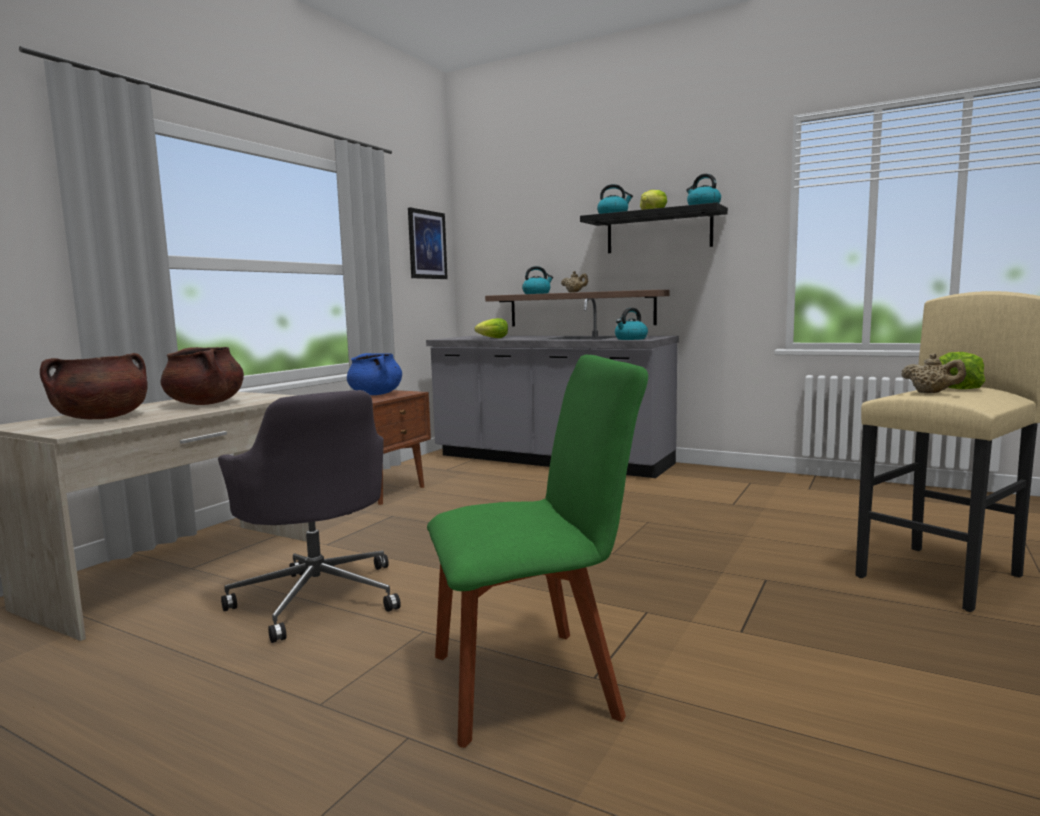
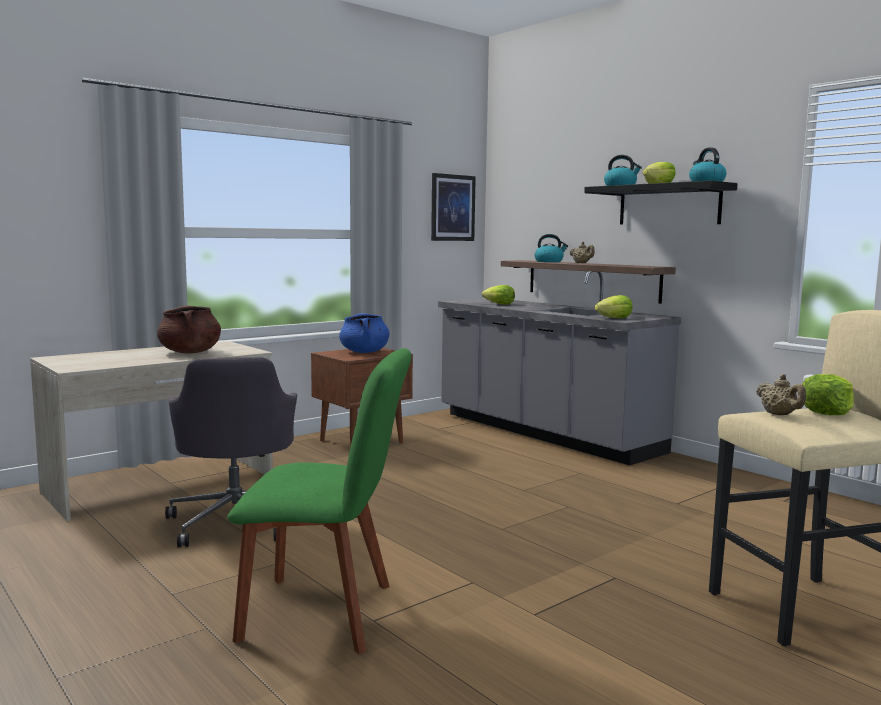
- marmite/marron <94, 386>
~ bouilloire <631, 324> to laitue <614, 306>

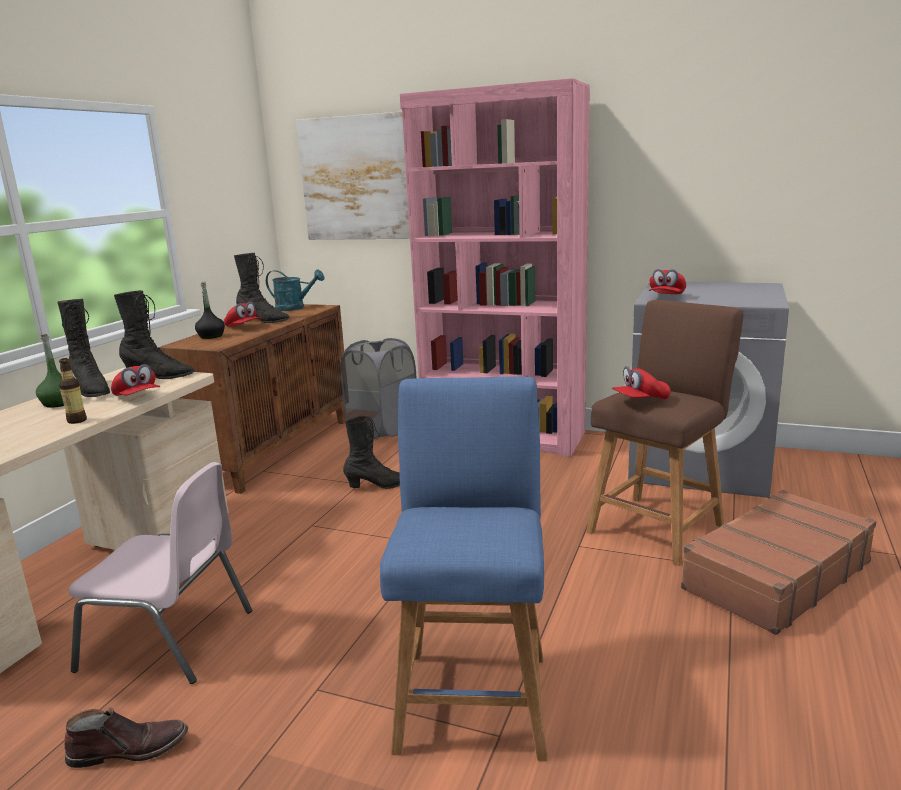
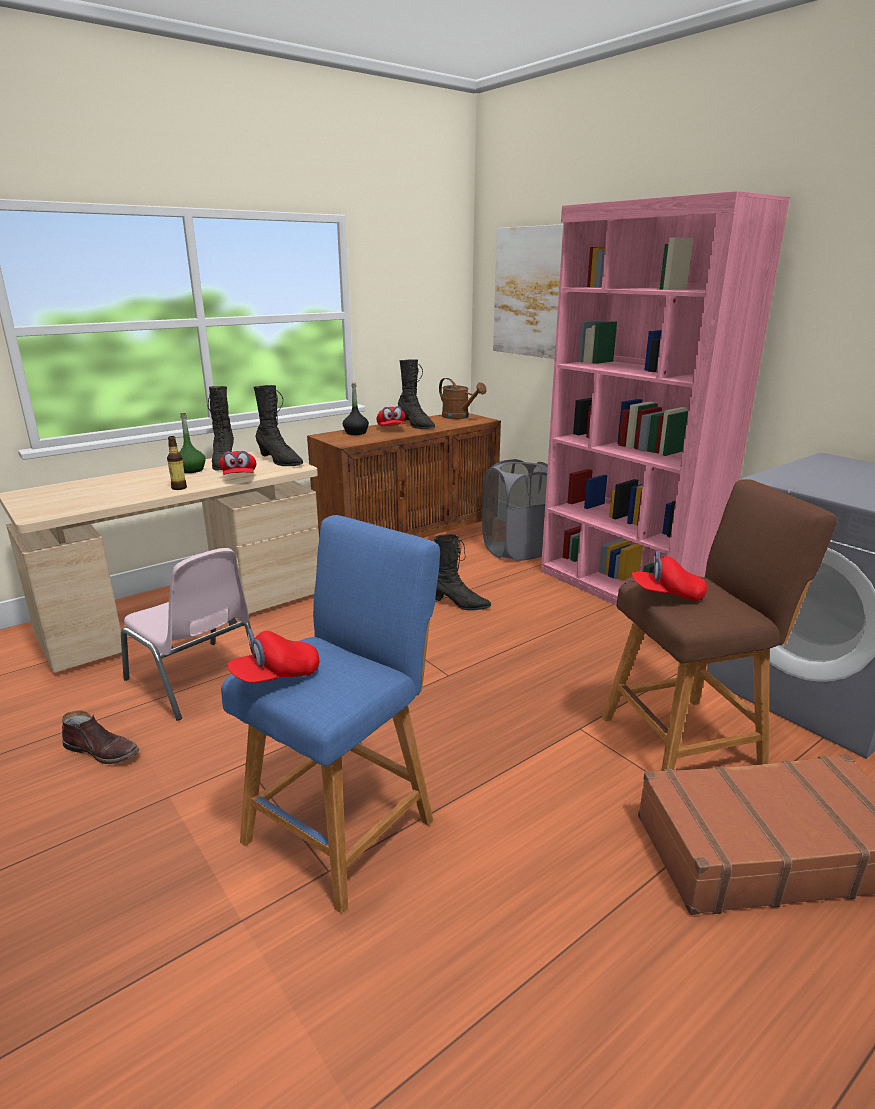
~ arrosoir/turquoise <295, 290> to arrosoir/marron <463, 398>
~ casquette/rouge <667, 281> to <273, 656>

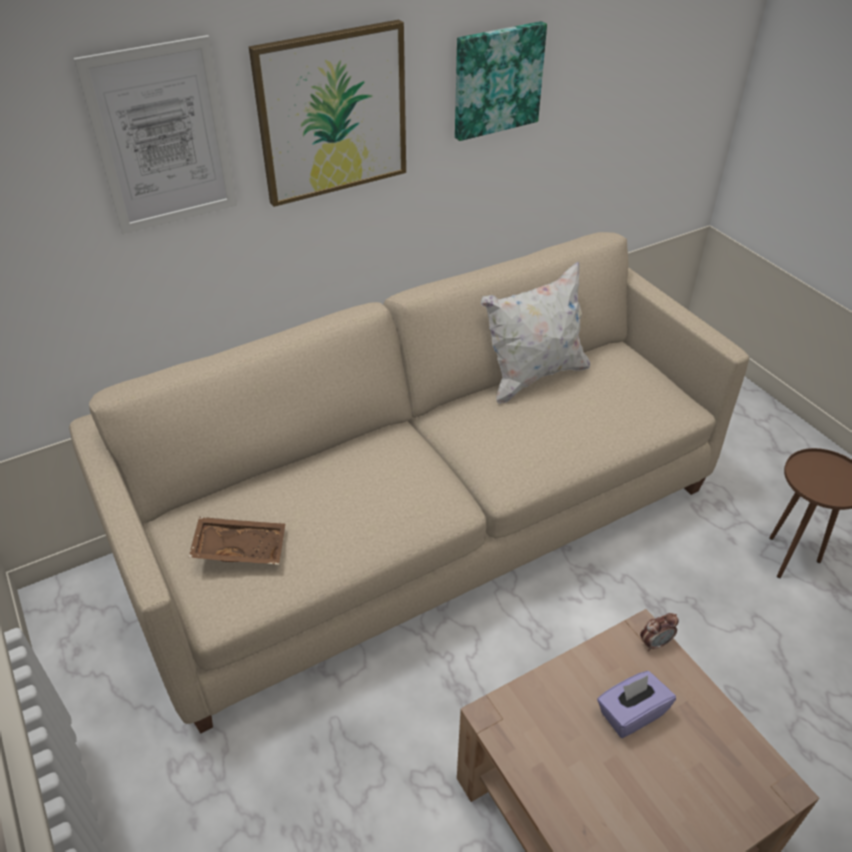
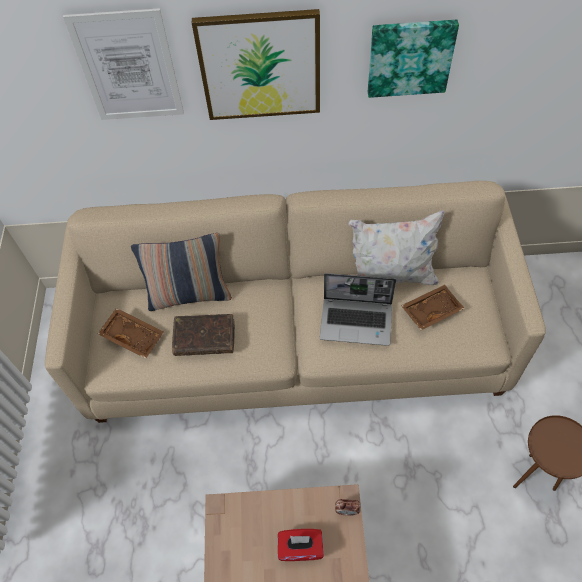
~ boîte à mouchoirs/violet <636, 704> to boîte à mouchoirs/rouge <301, 545>
+ coussin <181, 272>
+ livre/marron <203, 335>
+ ordinateur portable <358, 309>
+ plateau/marron <433, 307>

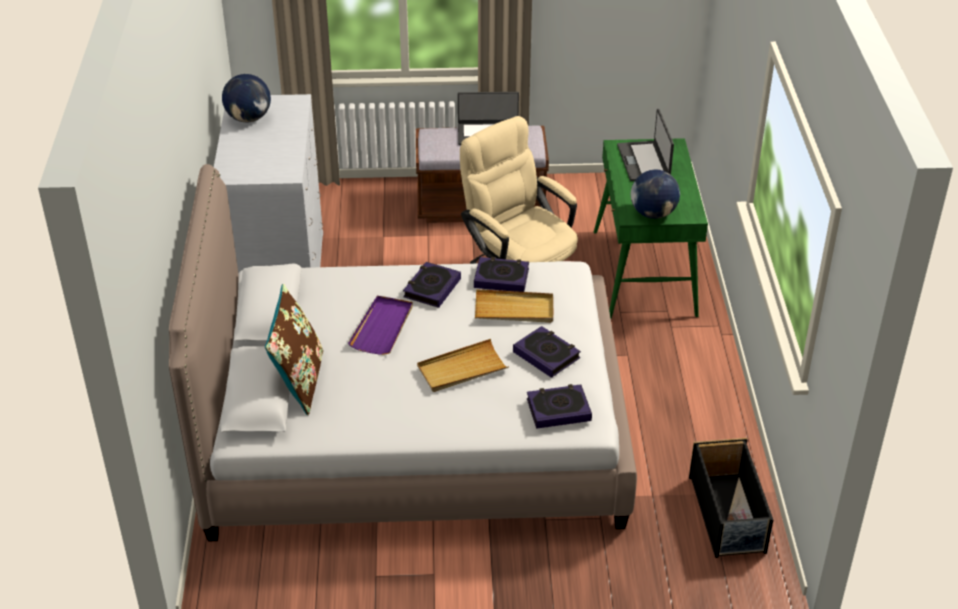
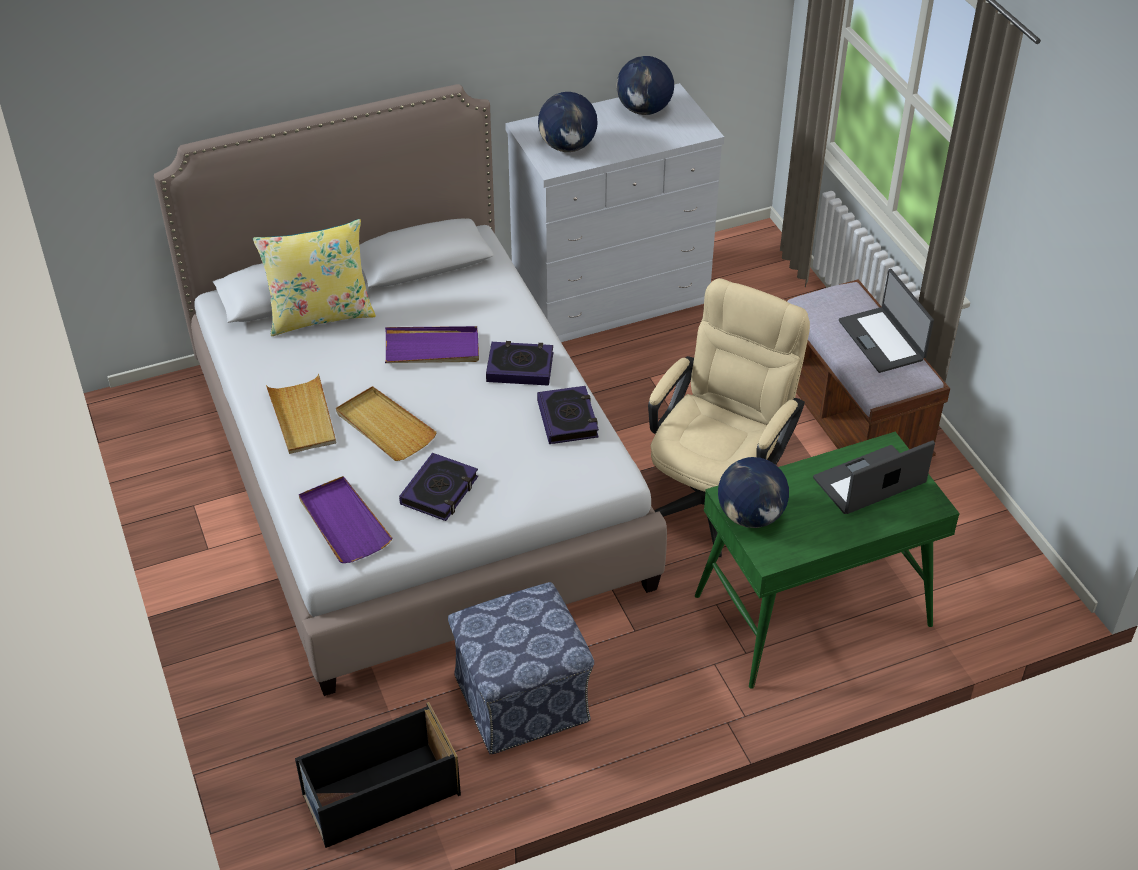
~ coussin/marron <294, 349> to coussin/jaune <314, 277>
~ plateau/beige <514, 306> to <301, 414>
~ livre <559, 406> to plateau/violet <345, 519>
+ pouf <521, 668>
+ globe <568, 122>

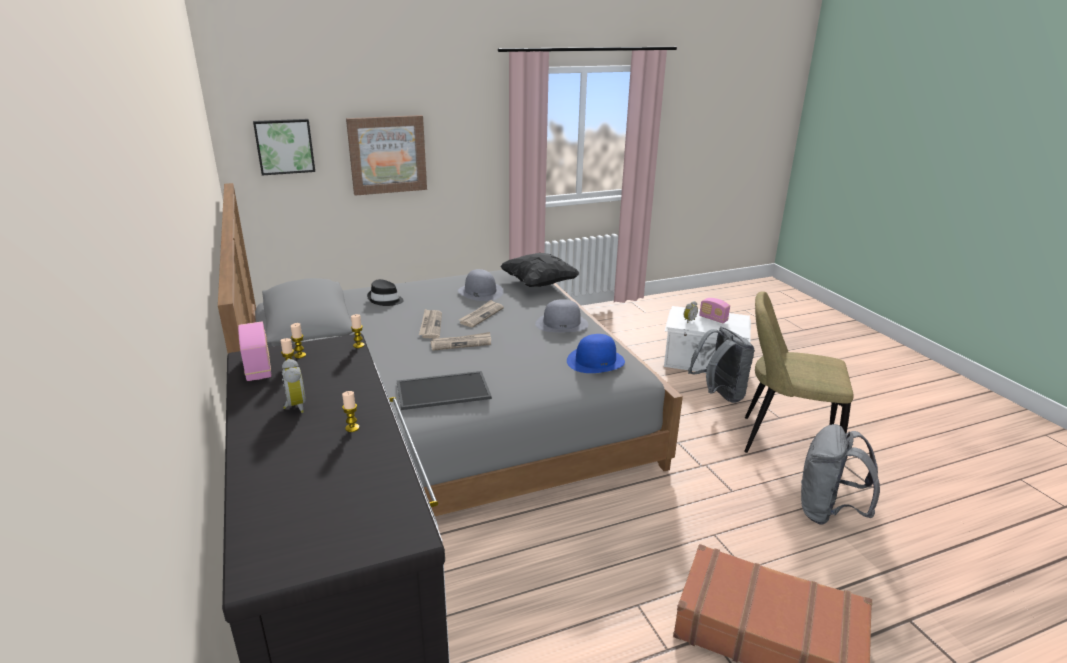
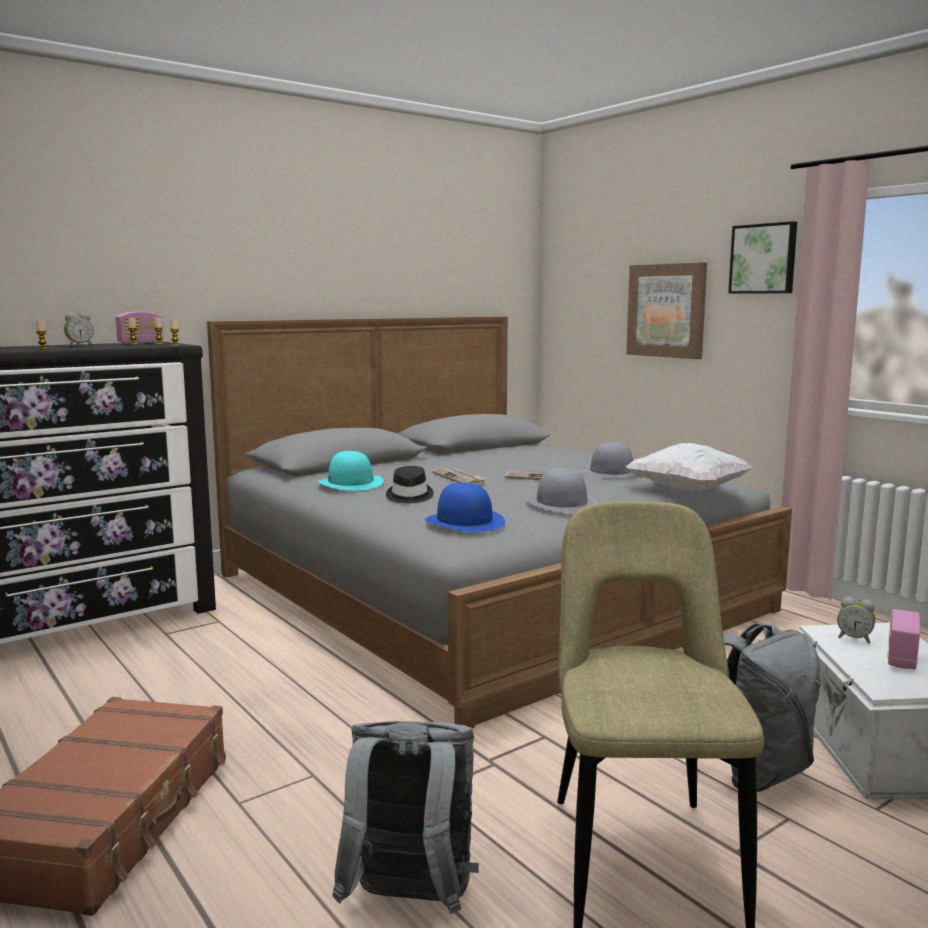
~ tableau <284, 147> to <762, 257>
~ chapeau/noir <385, 292> to <409, 484>
~ plateau <444, 390> to chapeau/turquoise <351, 471>
- journal <430, 323>
~ coussin/noir <539, 270> to coussin/blanc <689, 467>

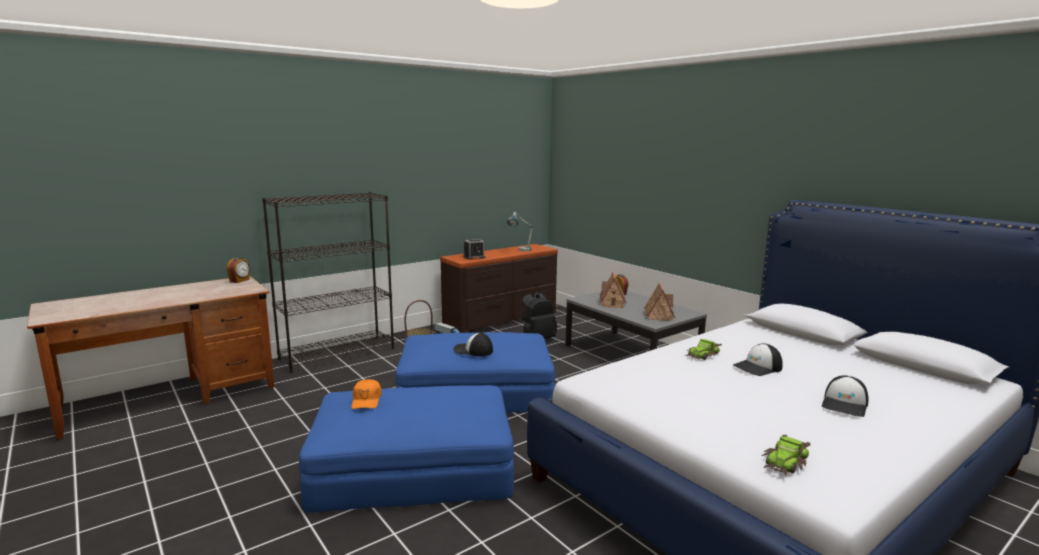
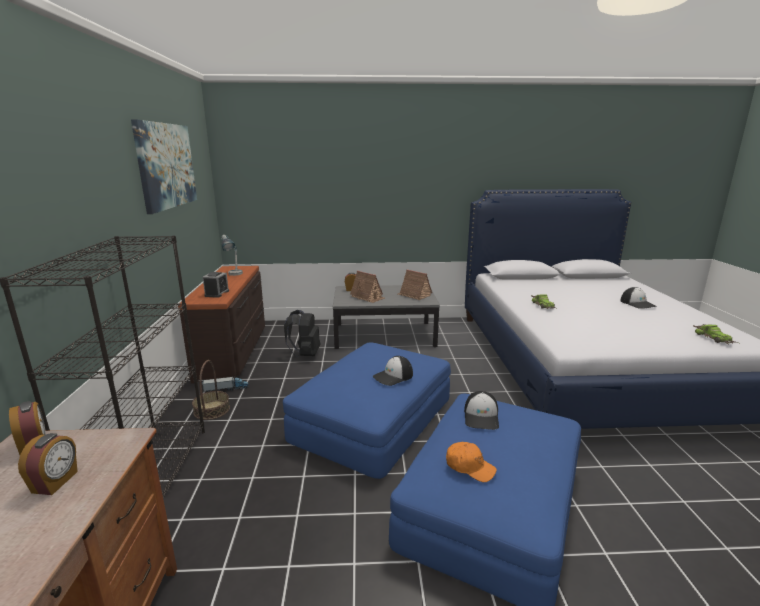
~ casquette <758, 359> to <481, 410>
+ réveil <48, 464>
+ tableau <164, 166>

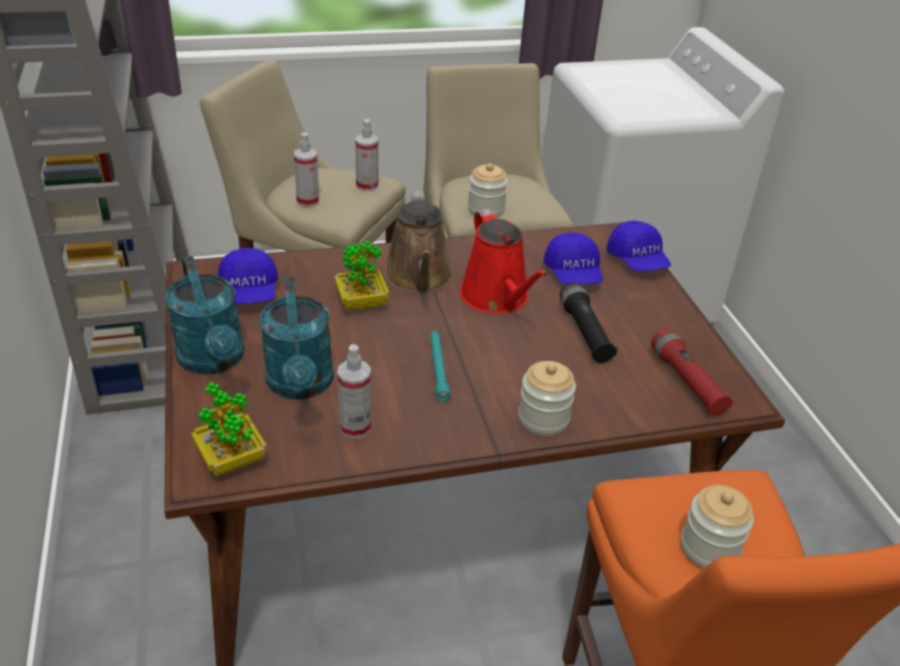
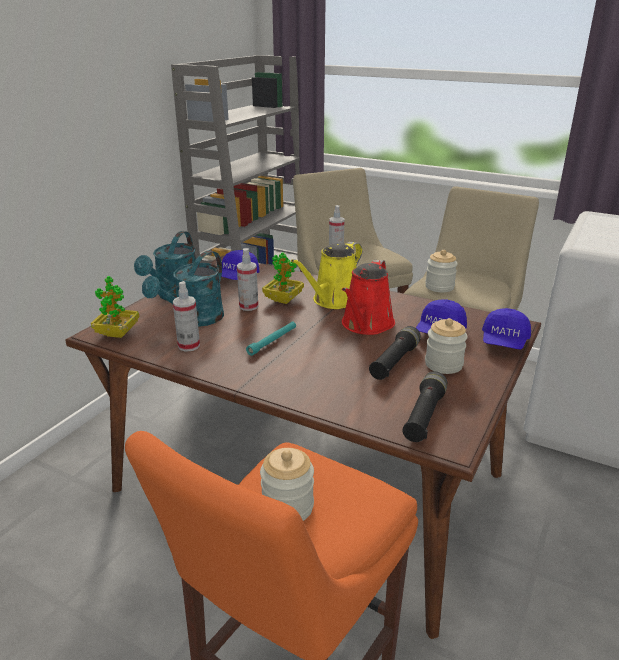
~ vaporisateur <366, 155> to <247, 279>
~ arrosoir/marron <418, 242> to arrosoir/jaune <326, 275>
~ bocal <547, 398> to <446, 346>
~ lampe de poche/rouge <692, 372> to lampe de poche/noir <424, 406>

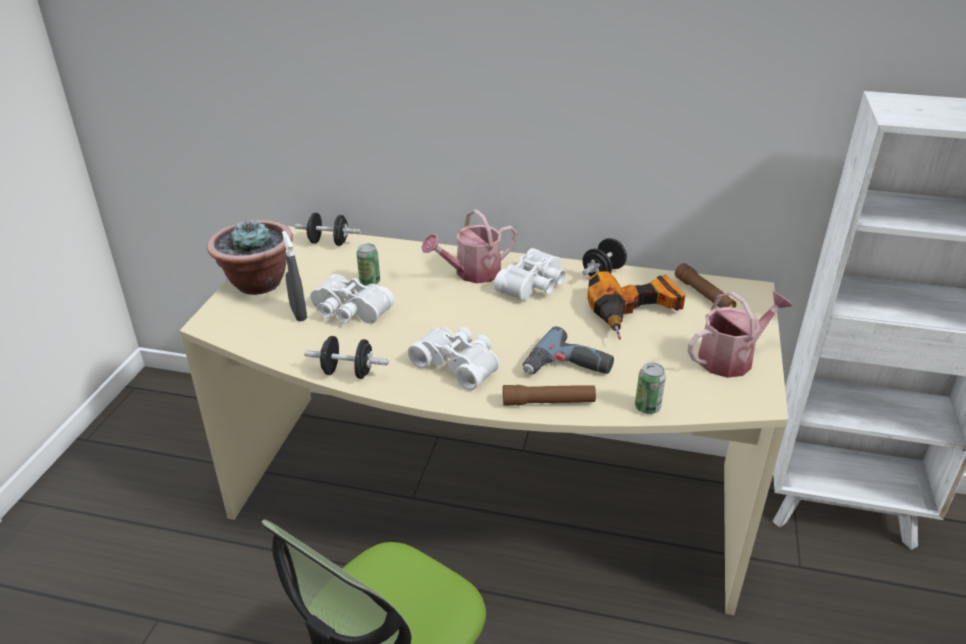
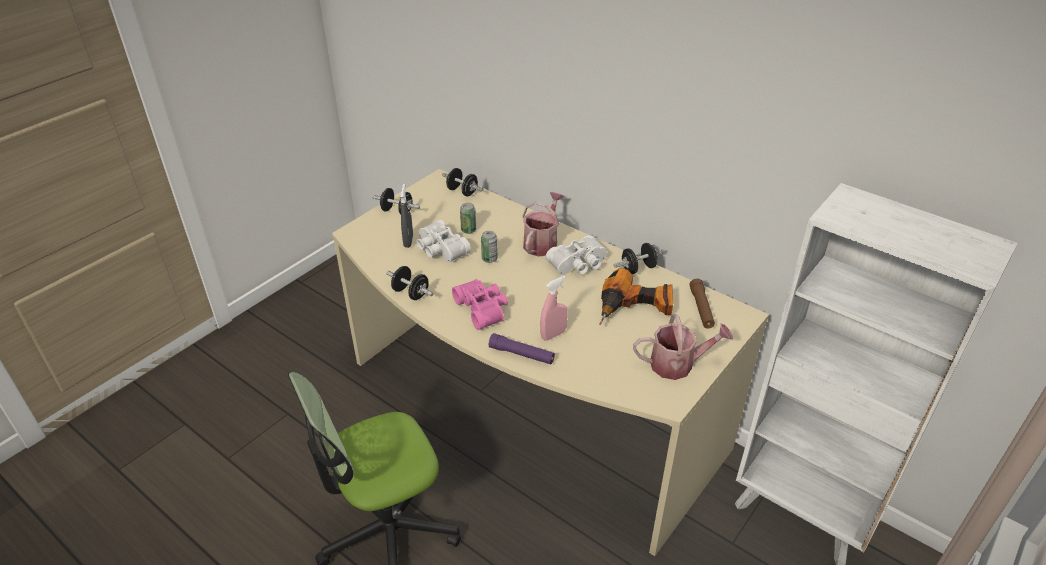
~ plante en pot <250, 257> to haltère/noir <396, 201>
~ jumelles/blanc <453, 358> to jumelles/rose <480, 304>
~ arrosoir <469, 246> = <543, 224> 120 degrees clockwise
~ lampe de poche/marron <549, 395> to lampe de poche/violet <522, 348>
~ perceuse <568, 350> to vaporisateur/rose <554, 308>
~ boîte métallique <650, 388> to <489, 247>

